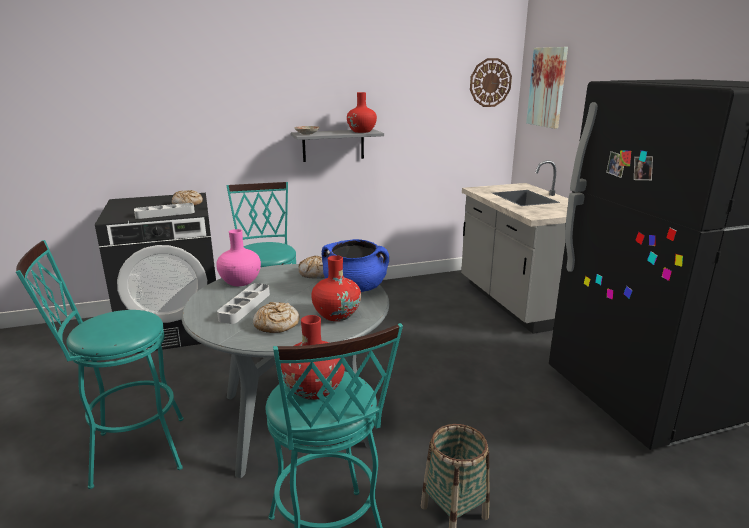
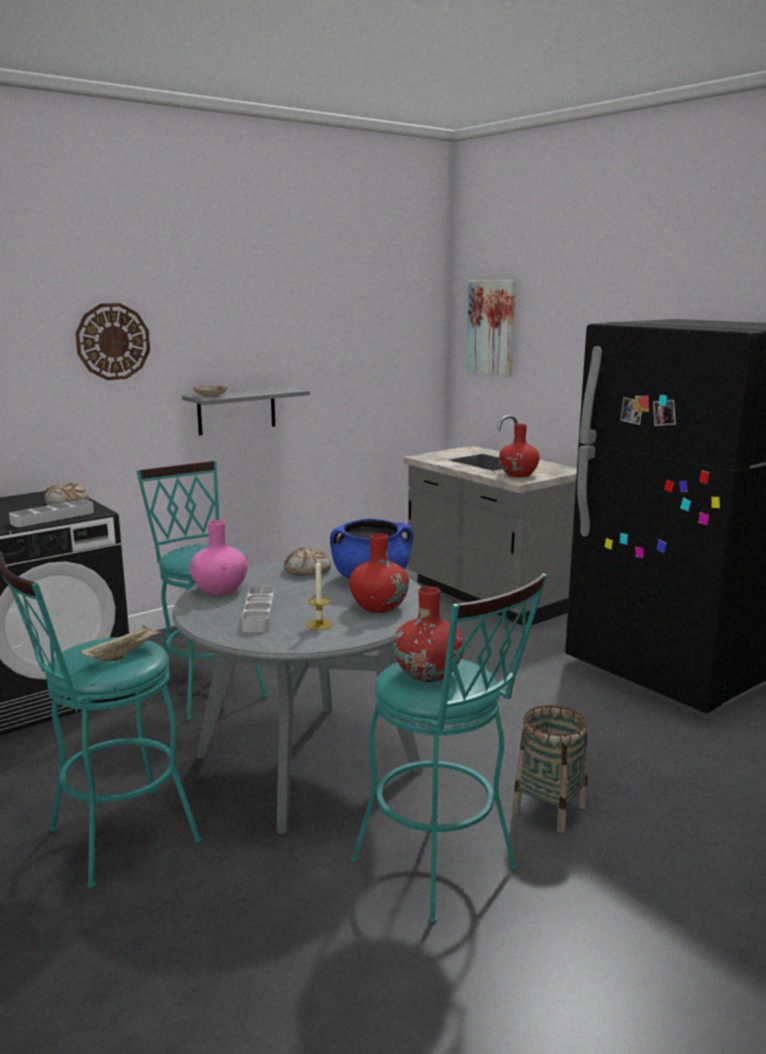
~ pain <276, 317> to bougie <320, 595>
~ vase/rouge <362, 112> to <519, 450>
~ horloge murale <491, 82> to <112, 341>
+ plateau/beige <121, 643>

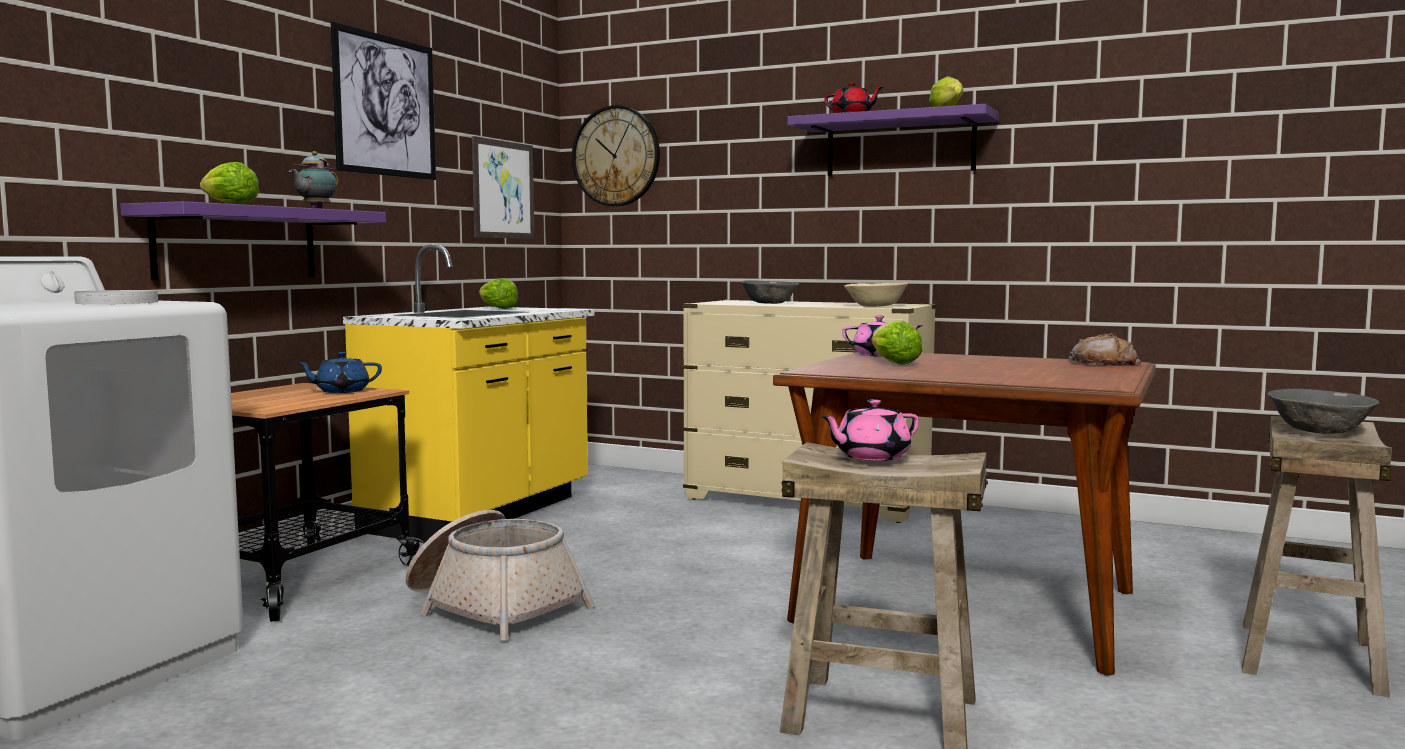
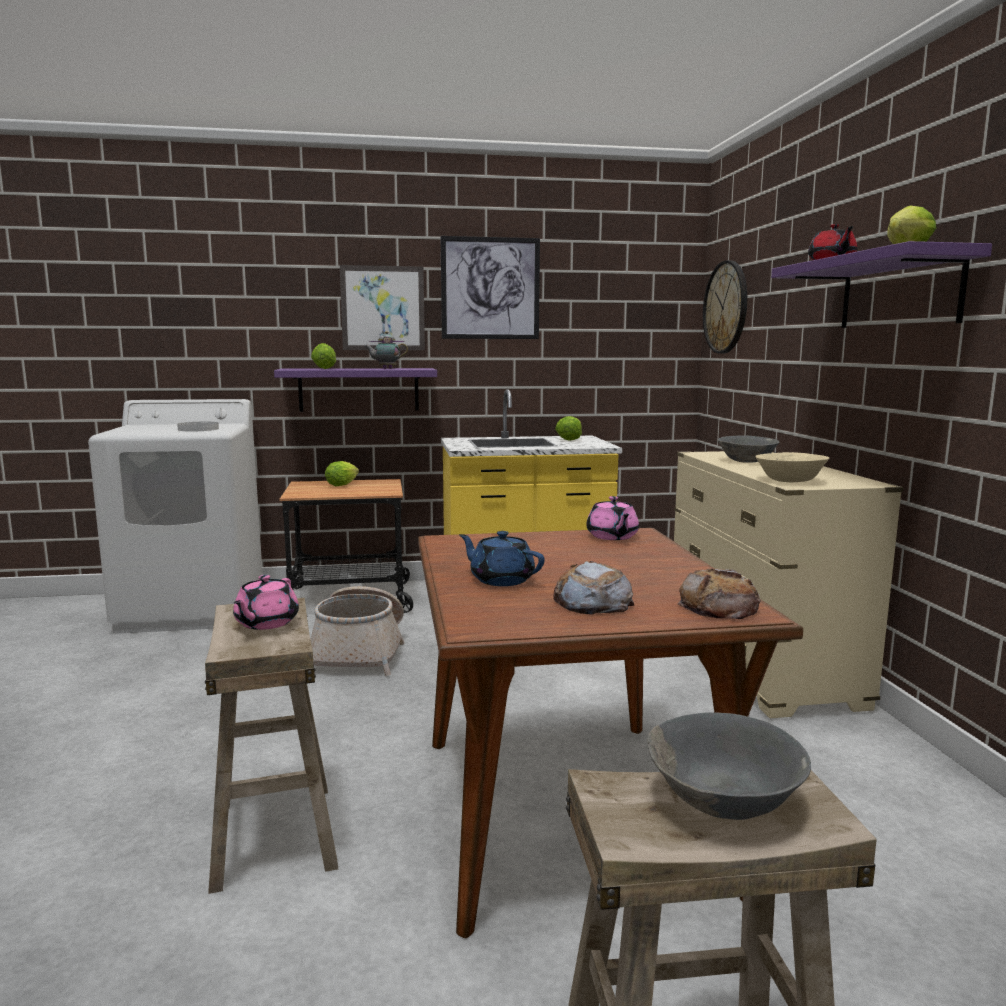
~ théière/bleu <339, 372> to <502, 558>
~ tableau <503, 187> to <382, 307>
~ théière/rose <870, 430> = <266, 602> 105 degrees counterclockwise
~ laitue <896, 343> to <342, 473>
+ pain <594, 588>

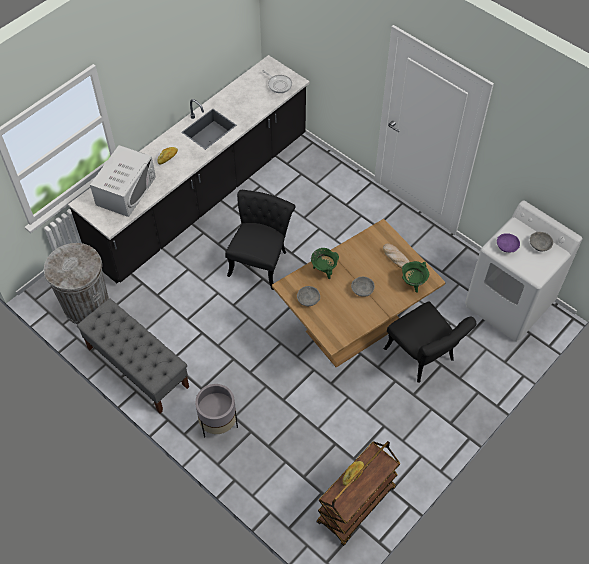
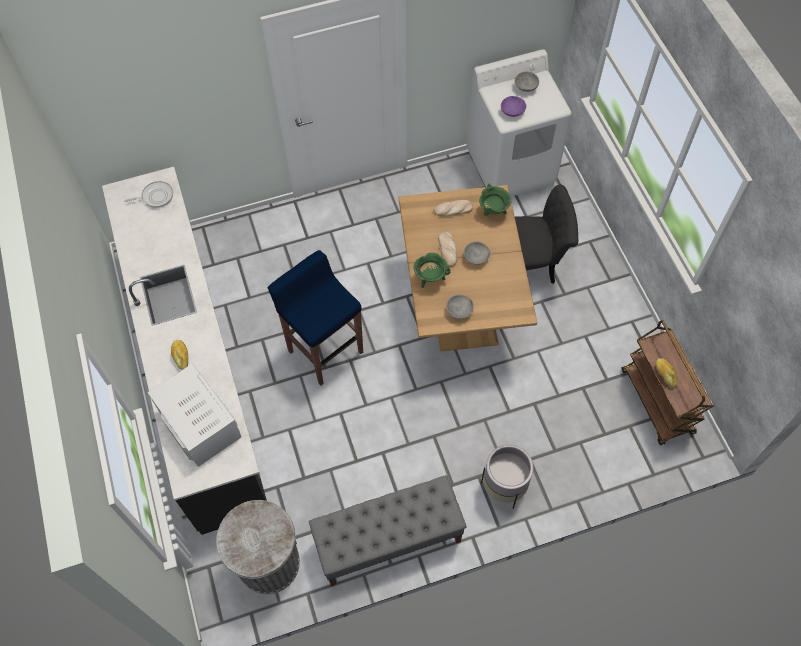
~ chaise/noir <260, 240> to tabouret/bleu <315, 318>
+ pain <447, 249>

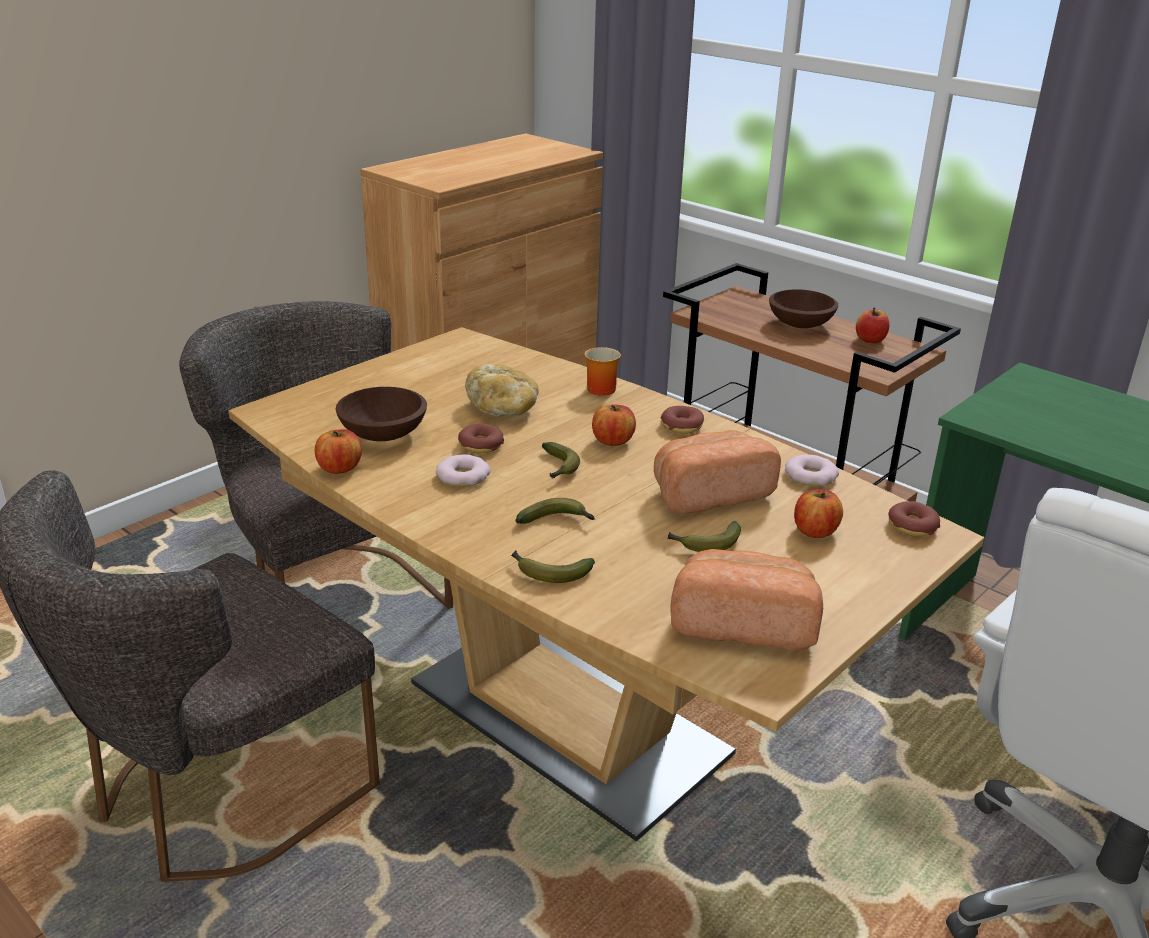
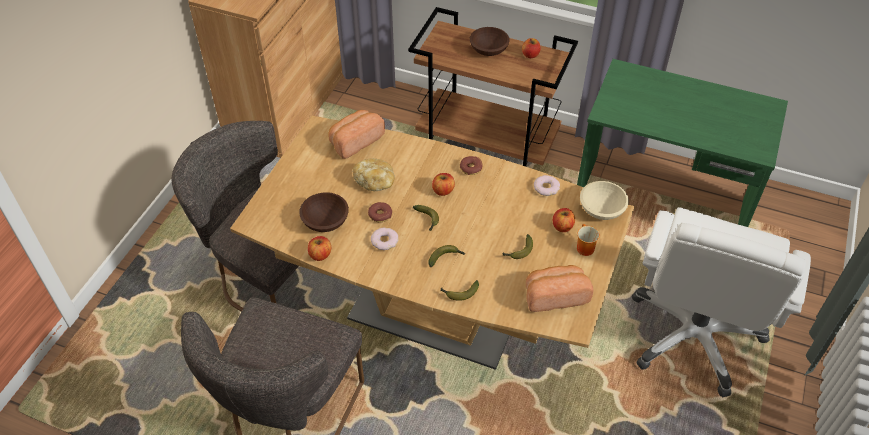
~ mug <602, 371> to <588, 240>
~ pain <717, 472> to <356, 134>
~ beignet <914, 518> to bol/beige <604, 200>

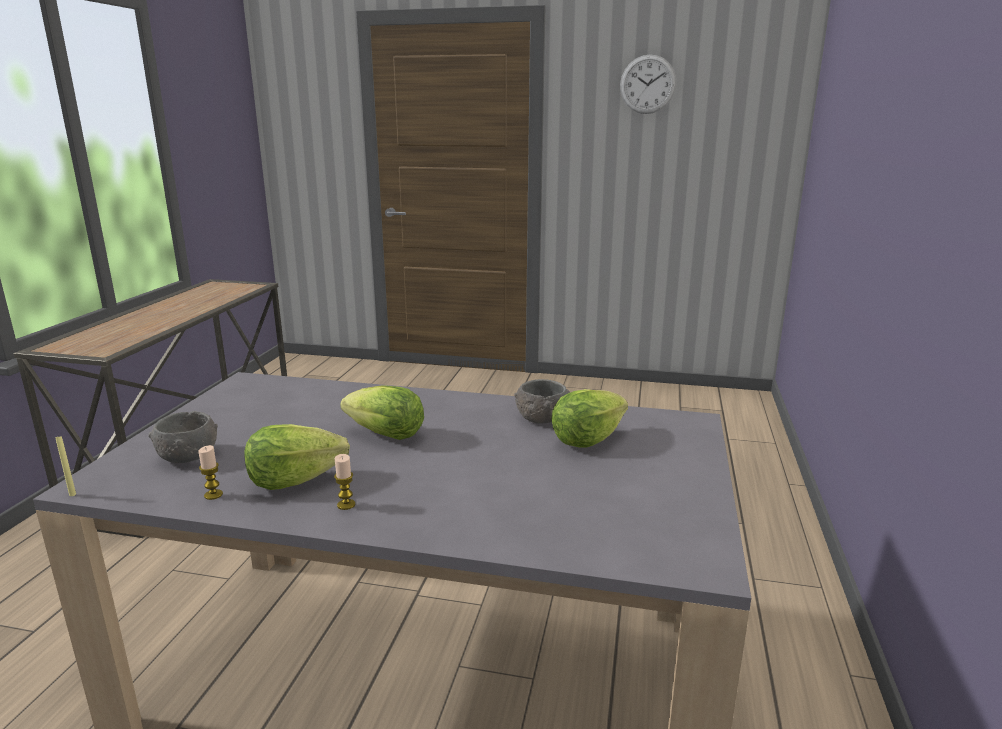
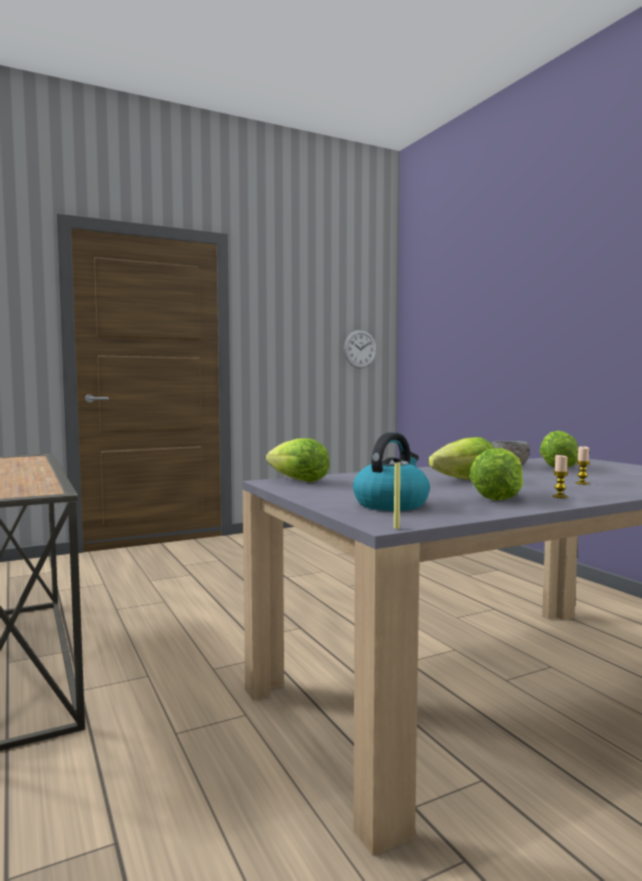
~ bol/gris <183, 437> to bouilloire <391, 471>
~ bougie <210, 472> to <583, 465>
~ horloge murale <648, 84> to <360, 349>
+ laitue <298, 460>

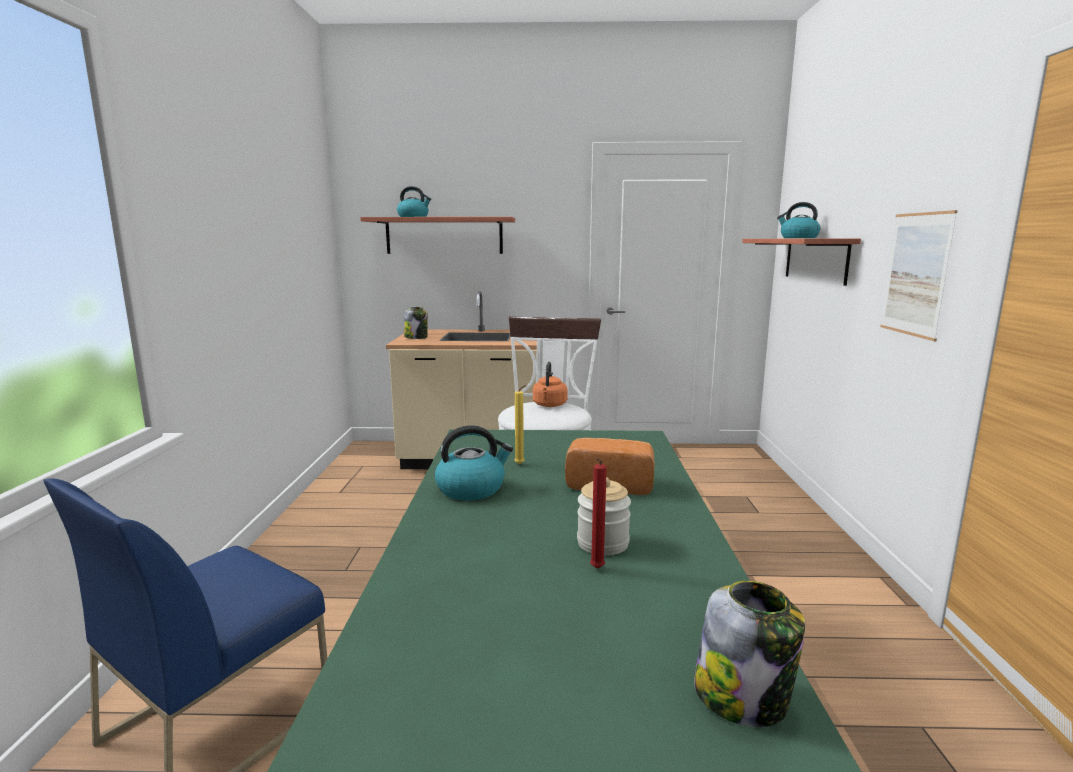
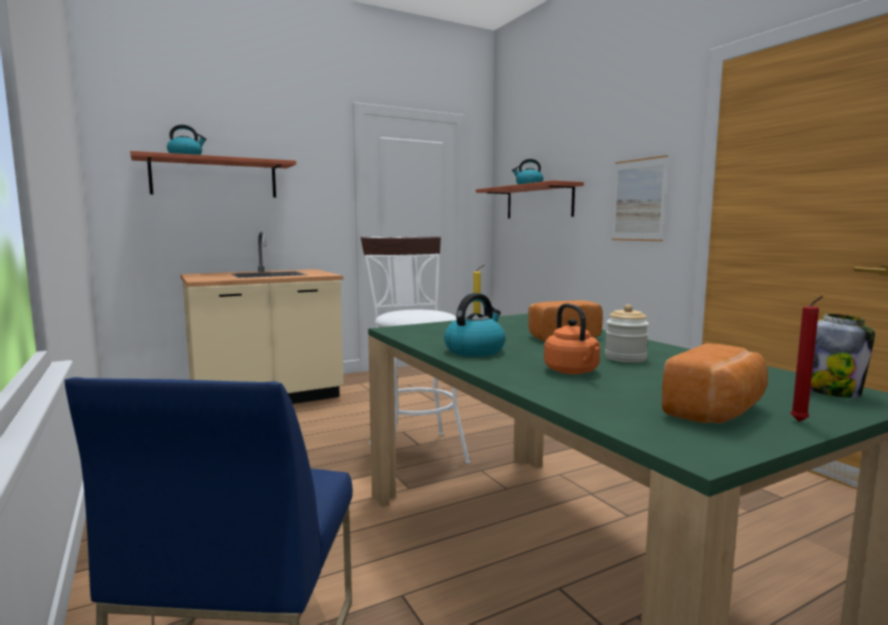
- bocal <416, 323>
~ bouilloire/orange <550, 384> to <572, 338>
~ bougie/rouge <598, 513> to <807, 358>
+ pain <715, 383>

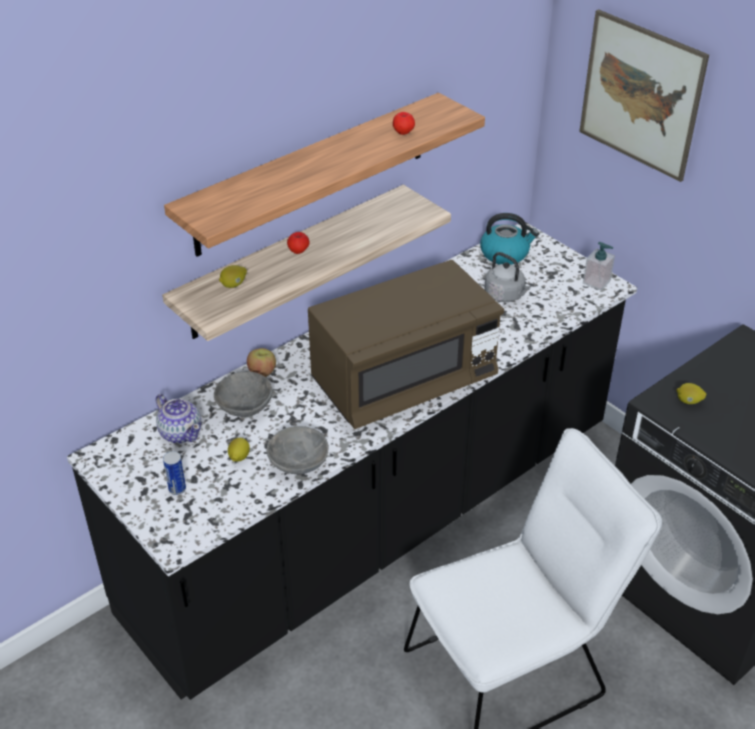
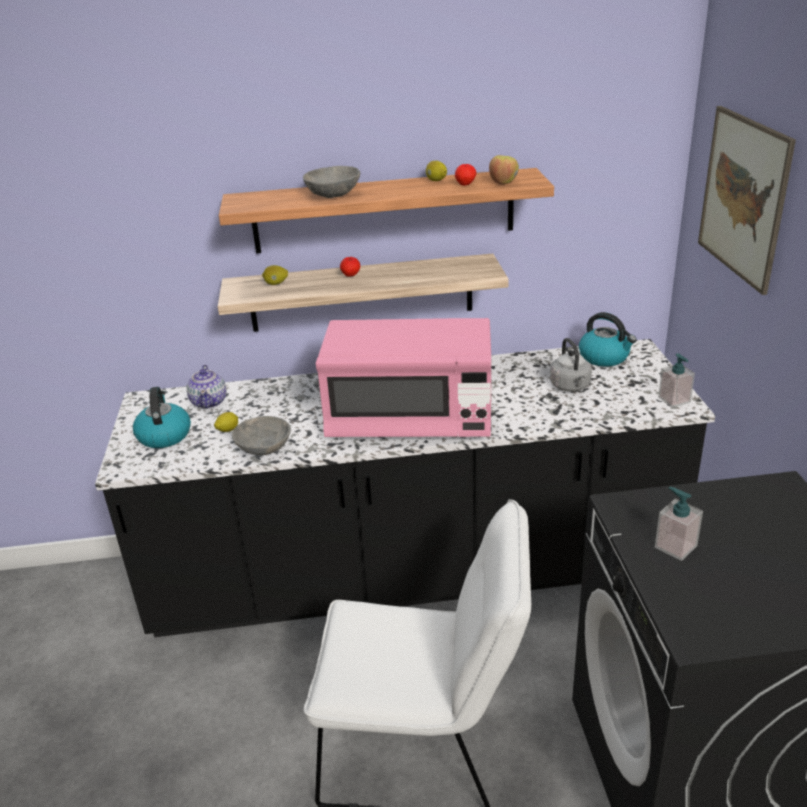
~ boîte métallique <174, 473> to bouilloire <162, 417>
~ bol/gris <243, 394> to <331, 182>
~ pomme <261, 362> to <504, 169>
~ micro-ondes/marron <406, 344> to micro-ondes/rose <403, 377>
~ citron <691, 393> to <436, 171>
+ distributeur de savon <679, 524>

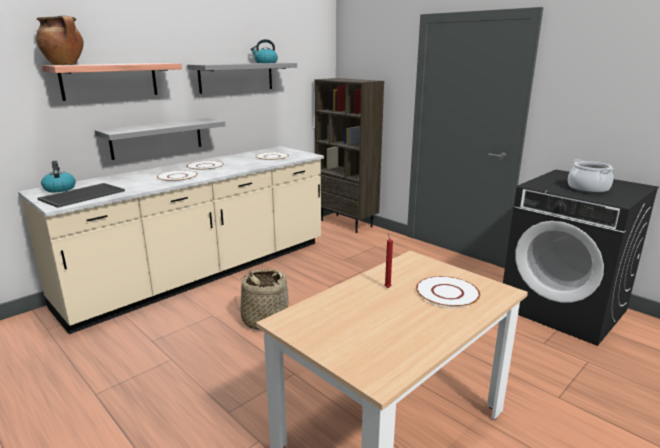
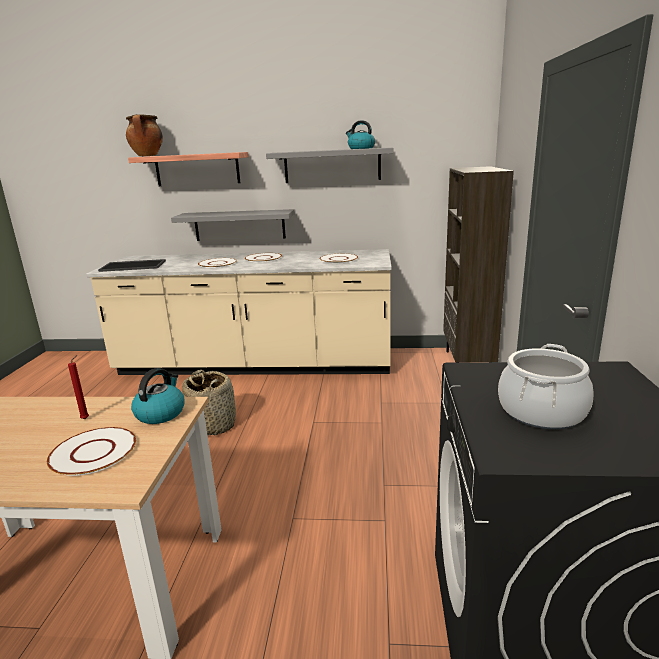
~ bouilloire <58, 176> to <158, 396>

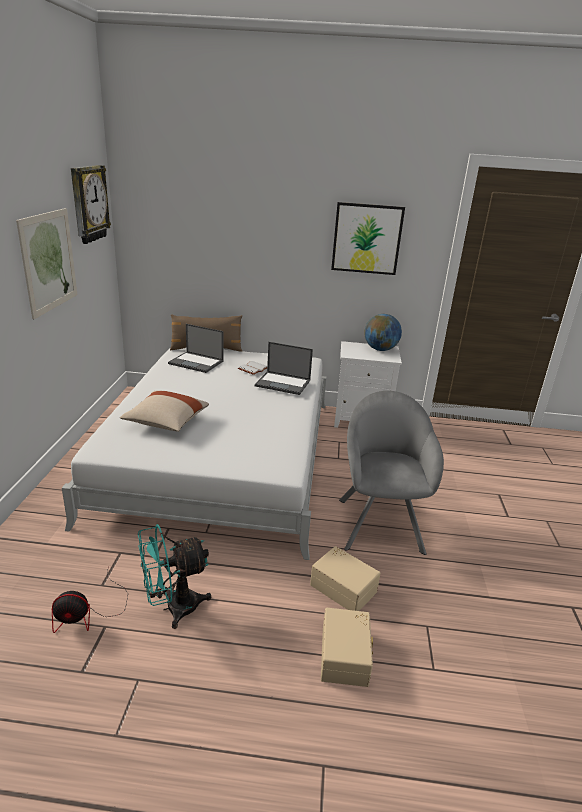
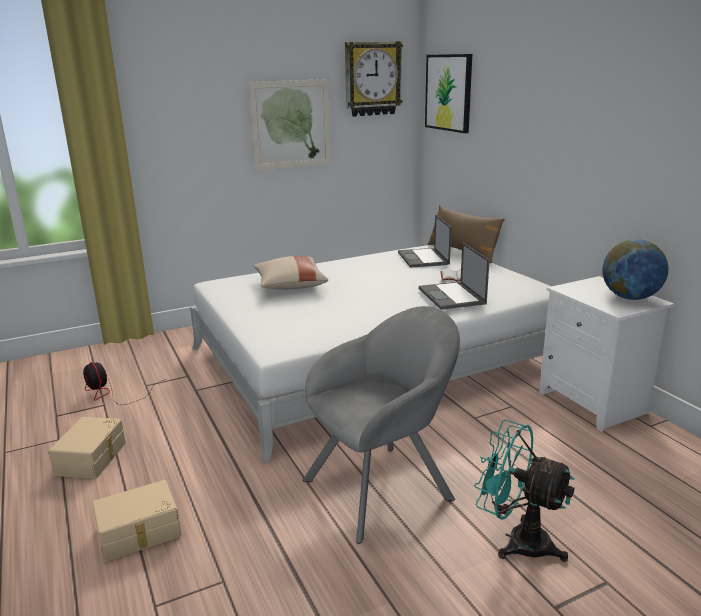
~ ventilateur/turquoise <174, 576> to <524, 491>
~ boîte de rangement/beige <345, 578> to <87, 448>
~ tableau <368, 238> to <448, 93>

